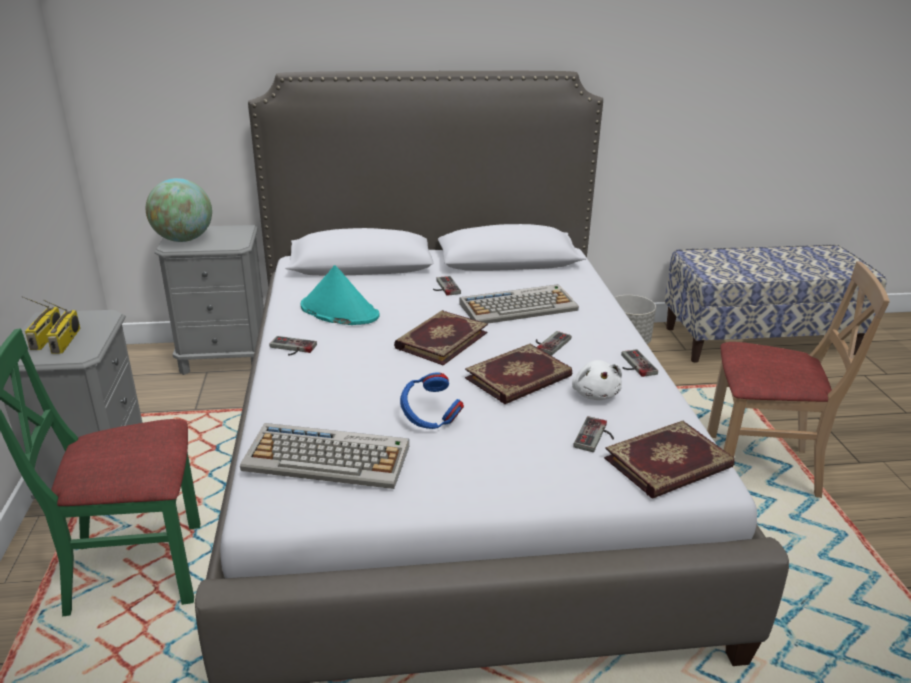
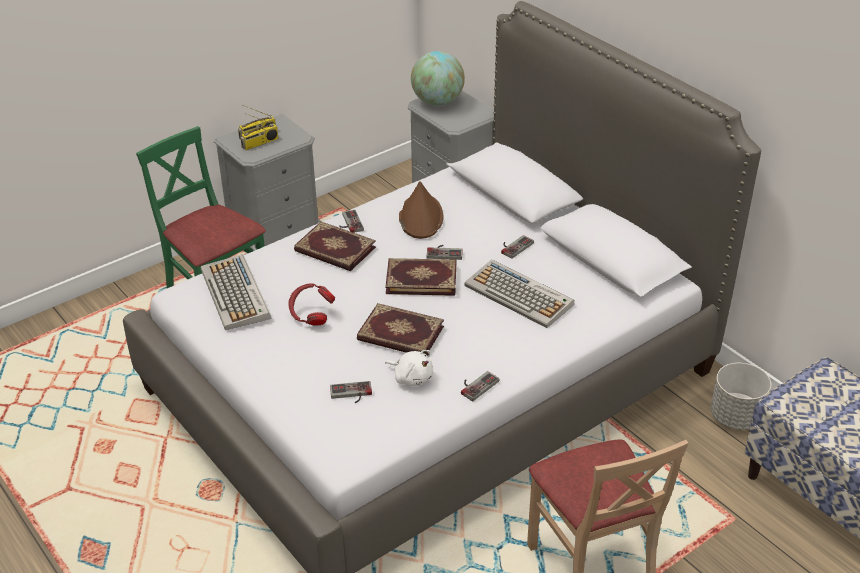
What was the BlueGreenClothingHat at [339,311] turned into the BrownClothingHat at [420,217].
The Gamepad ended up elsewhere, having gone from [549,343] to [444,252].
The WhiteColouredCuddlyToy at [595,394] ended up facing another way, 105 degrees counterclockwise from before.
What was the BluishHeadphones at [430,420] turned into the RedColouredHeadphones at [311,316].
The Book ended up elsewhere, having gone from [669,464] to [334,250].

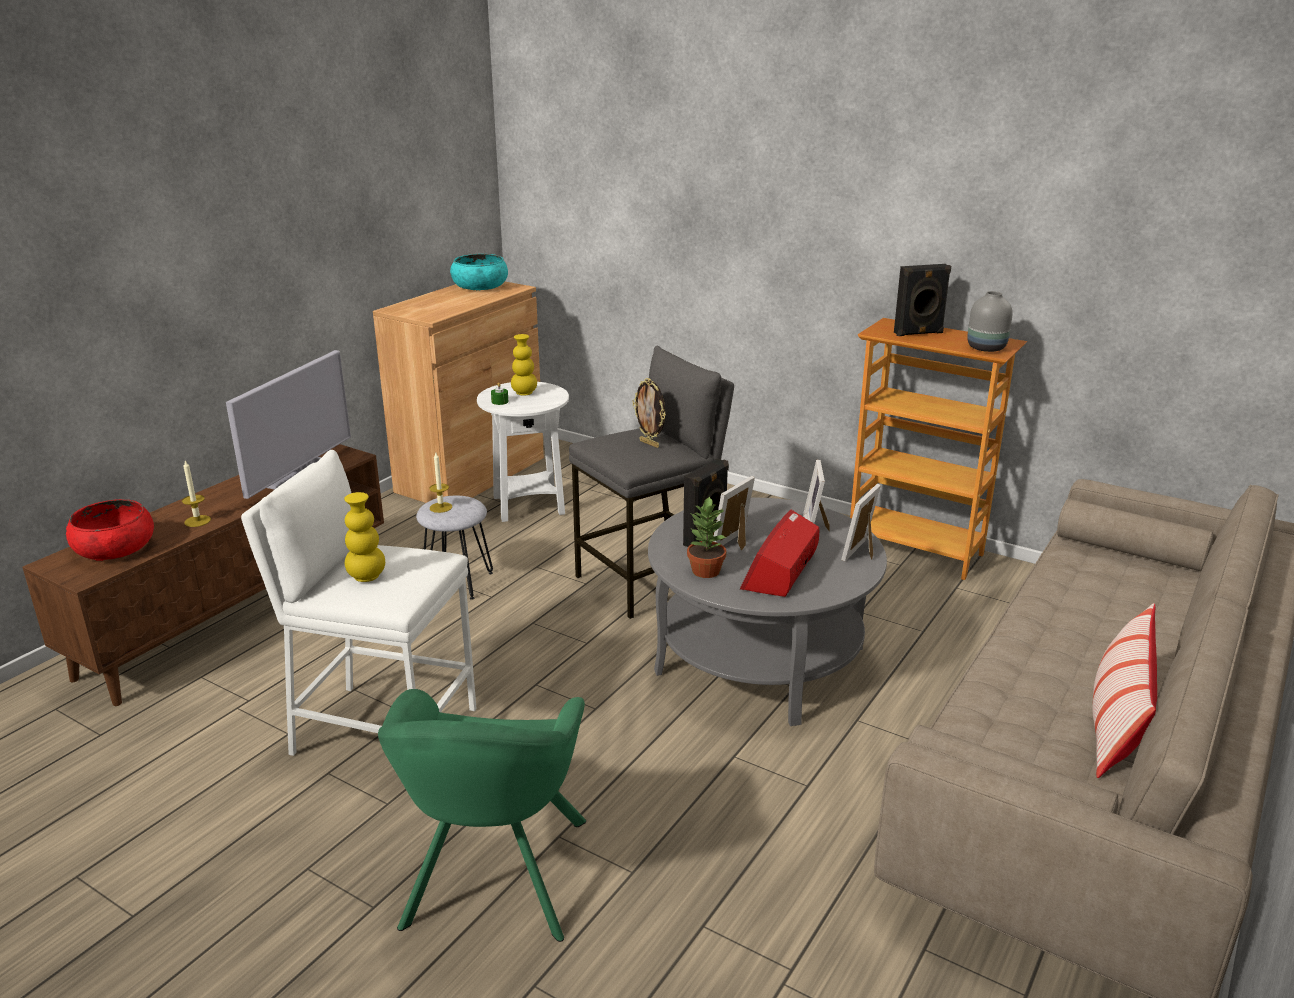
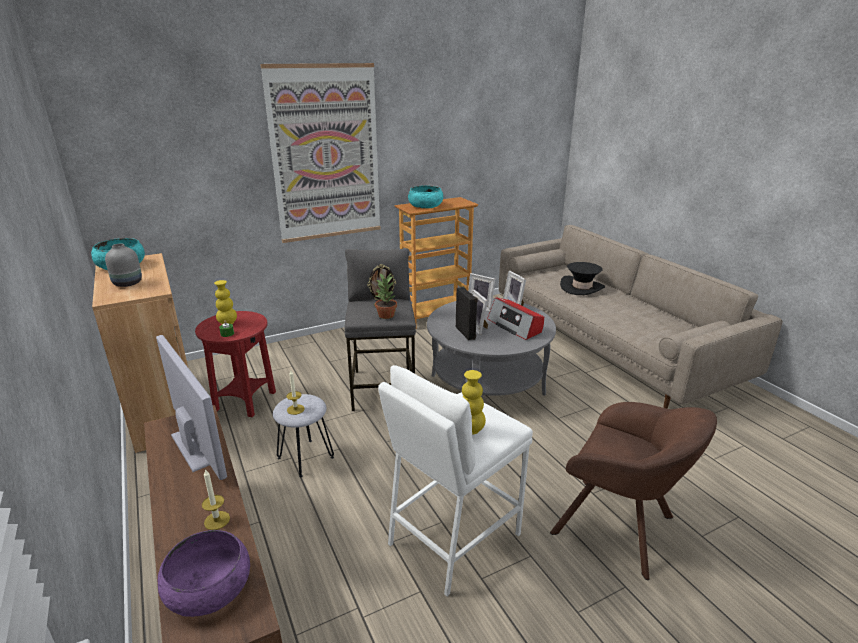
Where the BlackishLoudspeaker stood at [919,333], the BlueGreenBowl came to stand at [425,206].
The GrayDecorativeVase ended up elsewhere, having gone from [986,348] to [128,283].
What was the WhiteColouredAccentTable at [529,506] turned into the RedColouredAccentTable at [245,401].
The PlantInAPot ended up elsewhere, having gone from [705,571] to [386,315].
What was the RedColouredBowl at [115,548] turned into the PurplishBowl at [209,587].
The second view lost the Cushion at [1116,722].
What was the GreenishEasyChair at [494,880] turned into the BrownEasyChair at [619,528].
The second view gained the WallArt at [326,155].
The second view gained the BlackishClothingHat at [582,288].

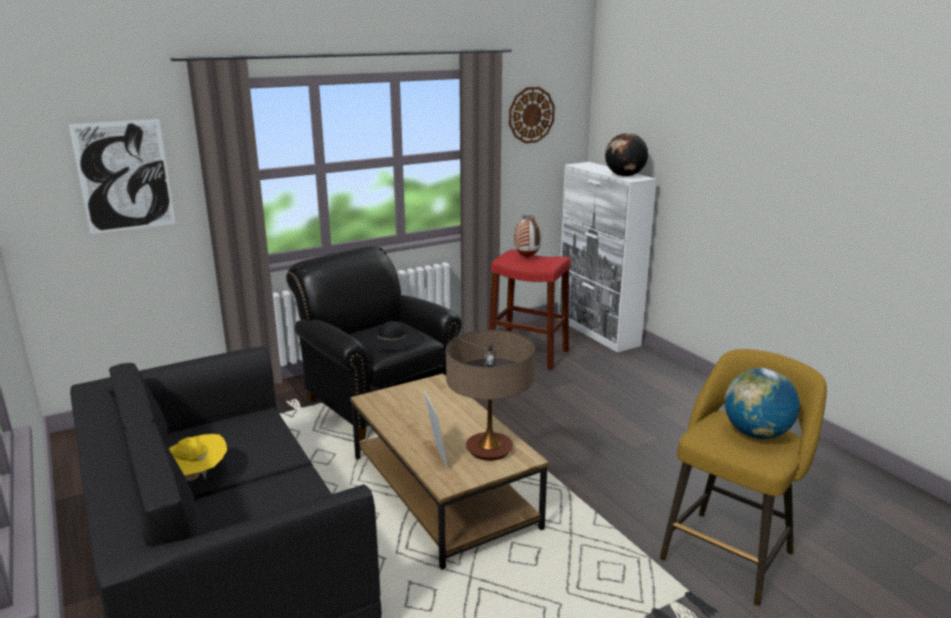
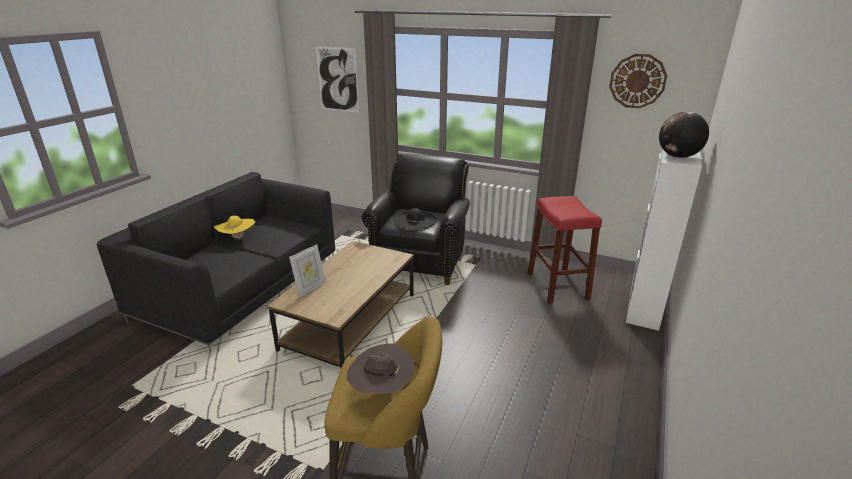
The second view lost the DecorativeVase at [526,257].
The second view lost the LampForATable at [489,449].
Where the DeskGlobe stood at [756,434], the BrownClothingHat came to stand at [381,390].

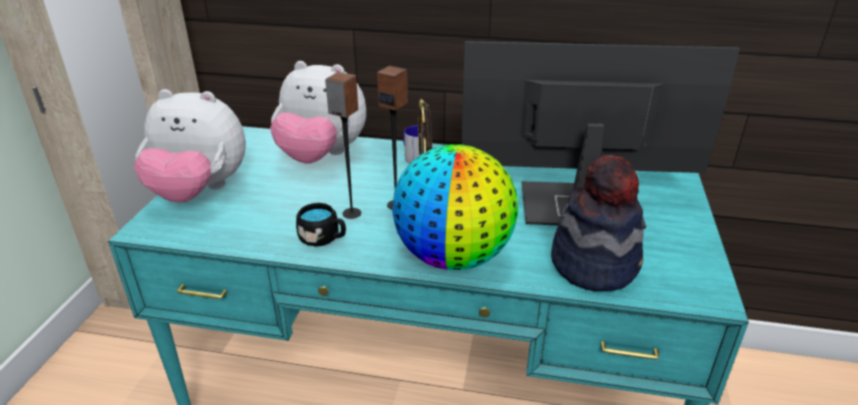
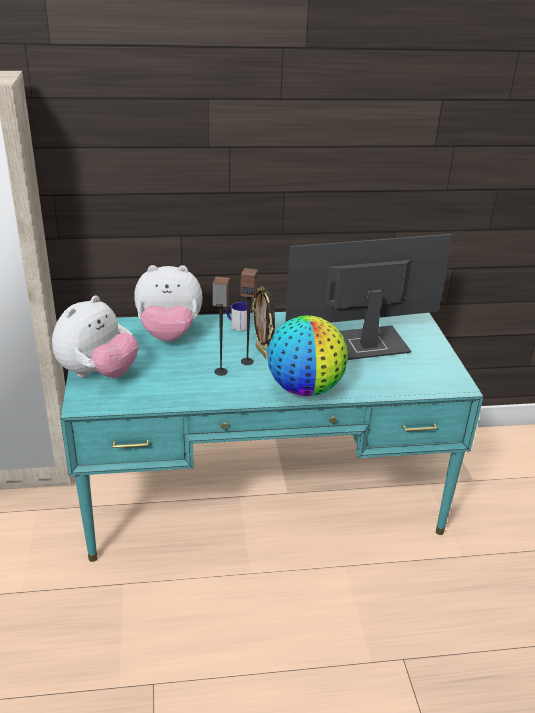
The CuddlyToy at [199,191] ended up facing another way, 45 degrees counterclockwise from before.
The second view lost the ClothingHat at [594,264].
The second view lost the BlackishCoffeeMug at [323,238].

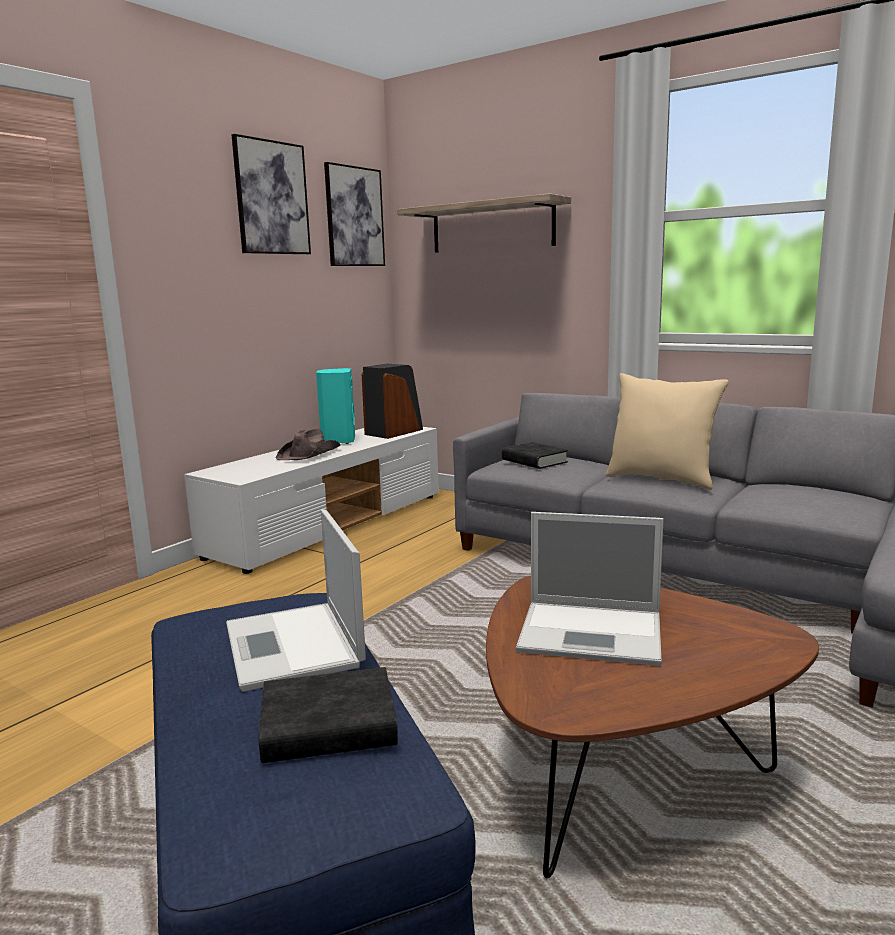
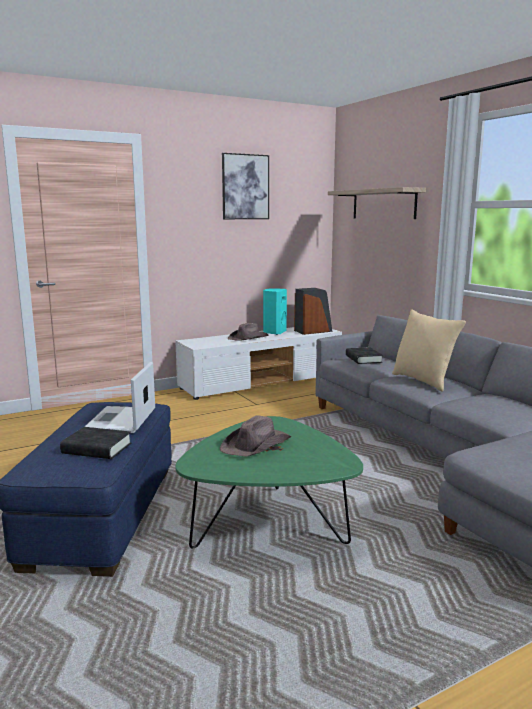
The second view lost the WallArt at [354,217].
Where the Laptop stood at [594,633], the BrownClothingHat came to stand at [257,444].
What was the BrownCoffeeTable at [620,778] turned into the GreenishCoffeeTable at [269,525].

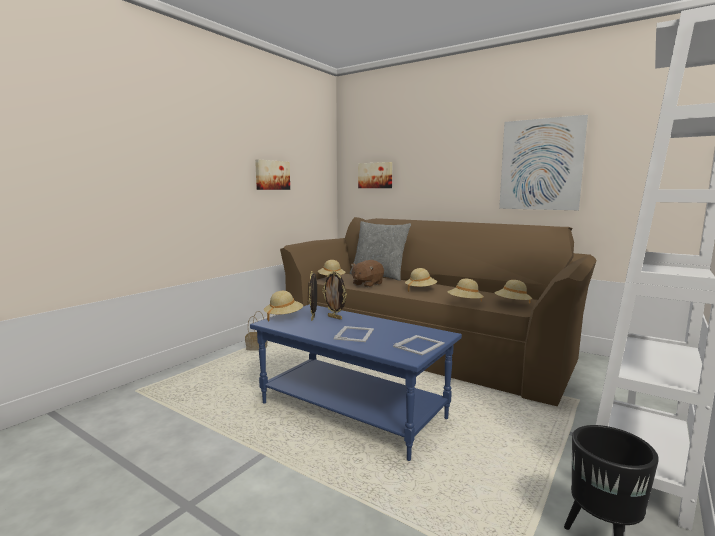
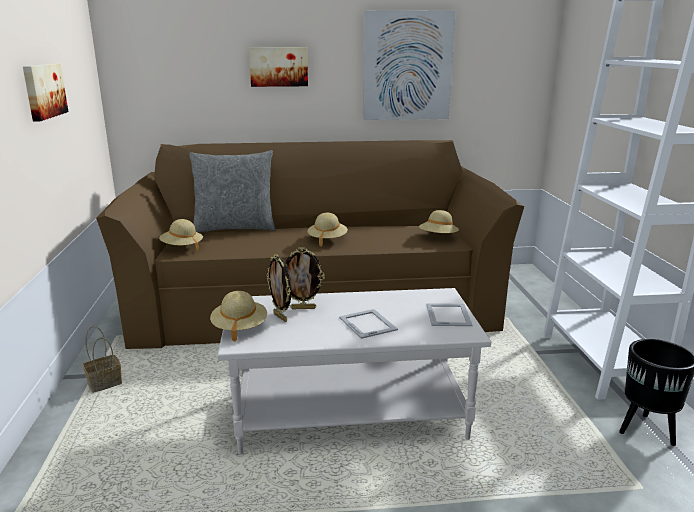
The WallArt ended up elsewhere, having gone from [375,175] to [278,66].
The second view lost the BrownCuddlyToy at [367,284].
The second view lost the BeigeColouredClothingHat at [465,303].
What was the BluishCoffeeTable at [353,410] turned into the WhiteColouredCoffeeTable at [351,412].

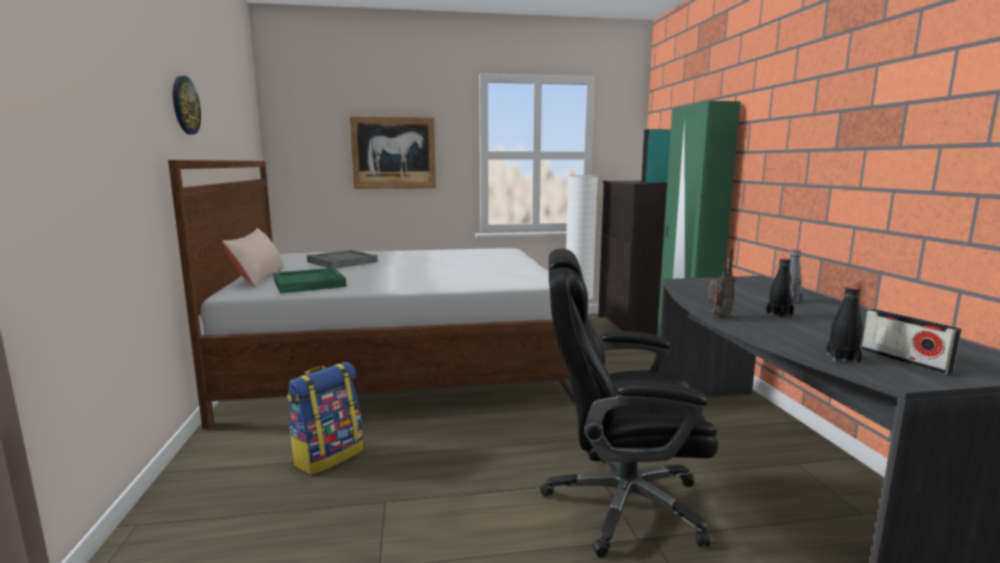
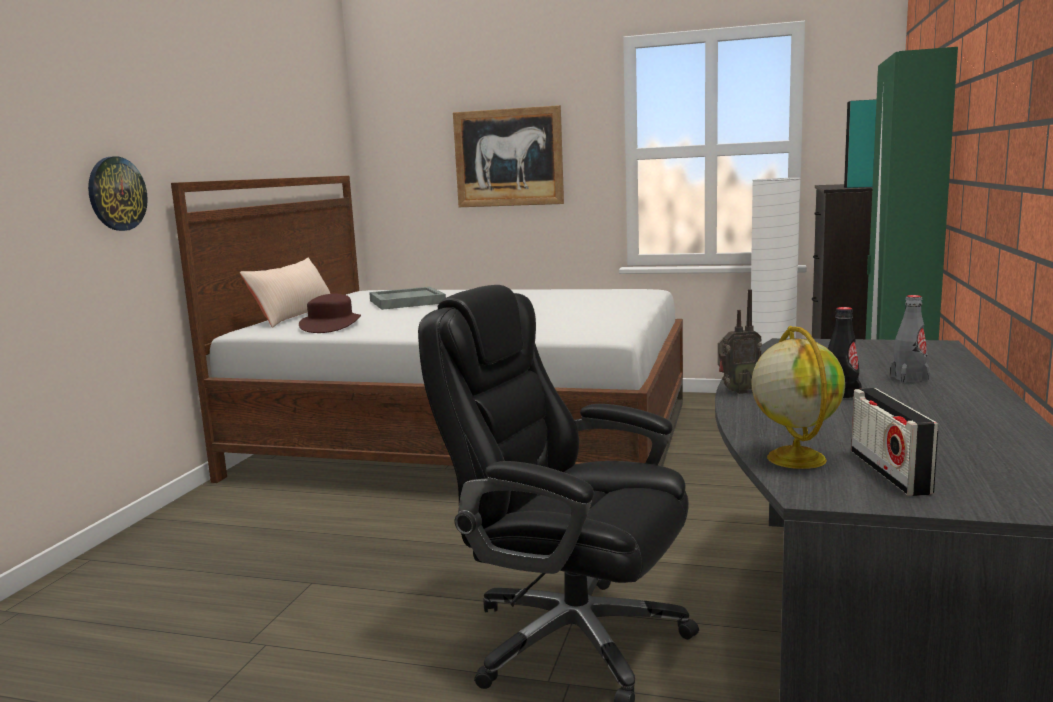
The HangingClock ended up elsewhere, having gone from [185,105] to [116,194].
Where the GreenishCarryingTray stood at [310,283], the BrownClothingHat came to stand at [331,325].
Where the BlackishBottle stood at [842,358], the DeskGlobe came to stand at [795,458].
The second view lost the Rucksack at [328,456].

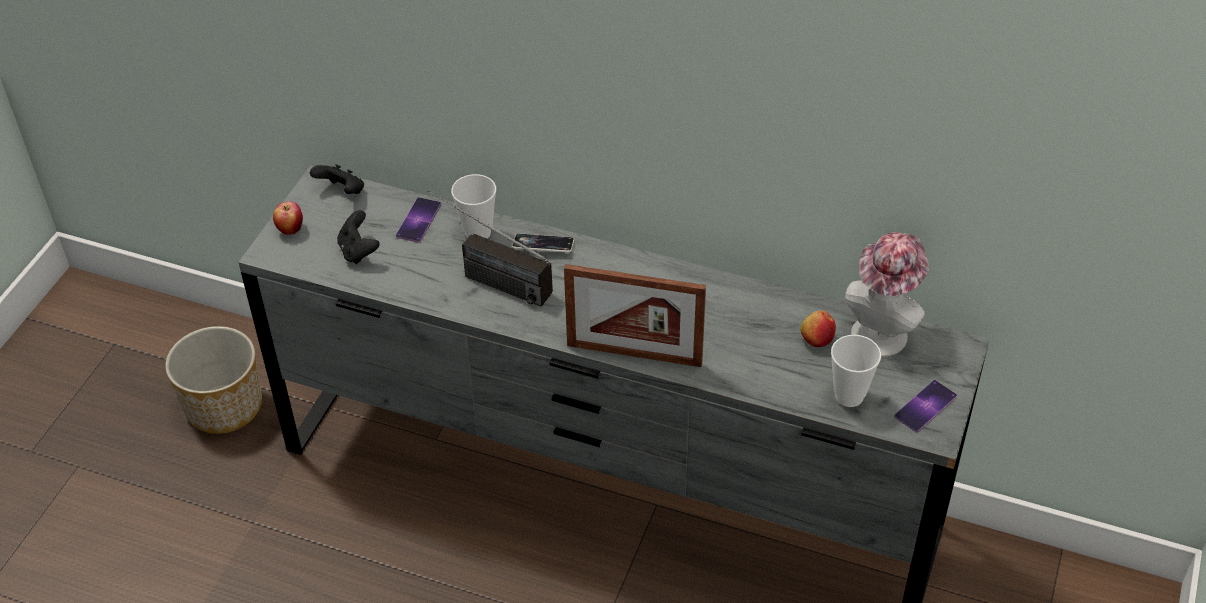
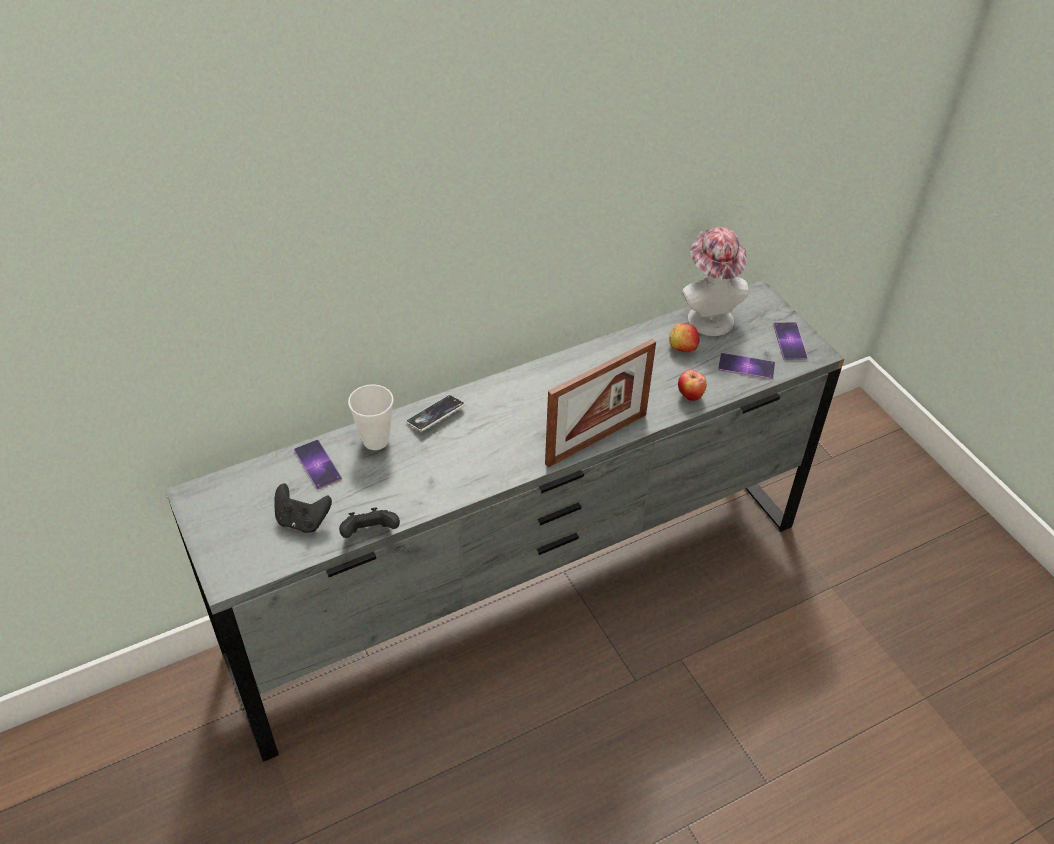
The BlackishGamepad ended up elsewhere, having gone from [342,192] to [370,534].
The second view lost the RadioSet at [486,278].
The AppleFruit ended up elsewhere, having gone from [290,229] to [690,396].
The second view lost the FlowerPot at [223,406].
Where the SmallCup stood at [849,396], the Phone came to stand at [746,366].

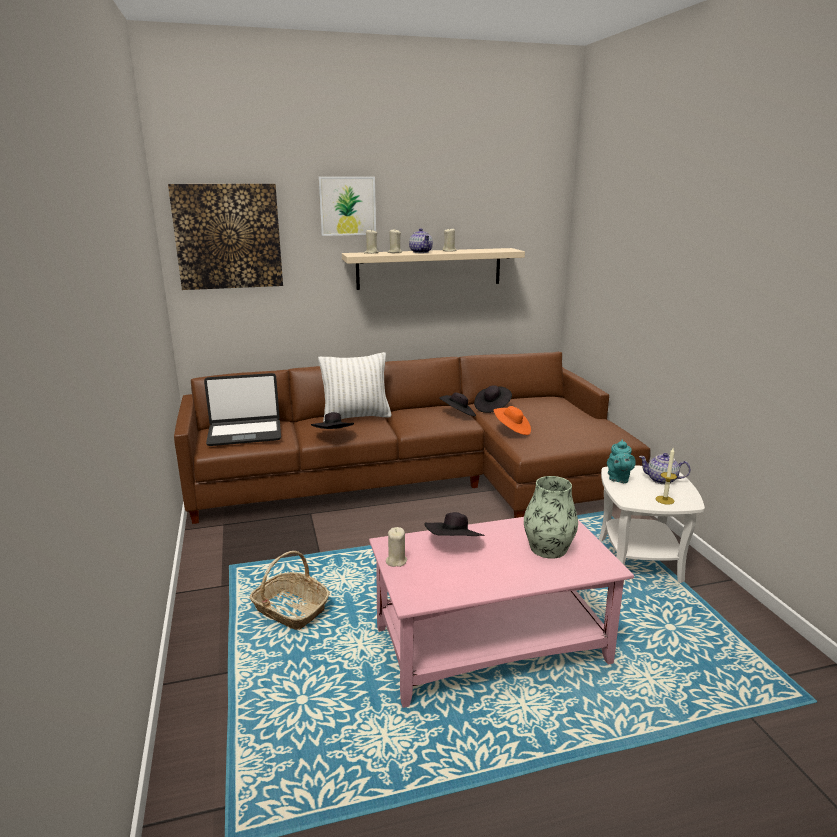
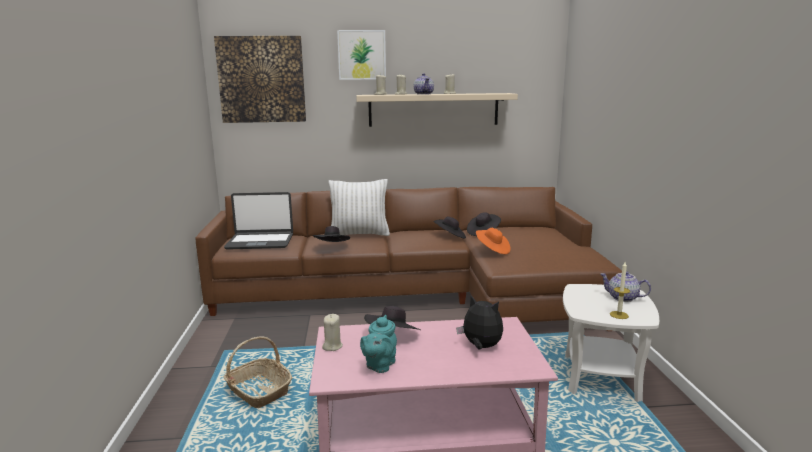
The BlueGreenPotForTea ended up elsewhere, having gone from [618,479] to [379,365].
Where the DecorativeVase stood at [548,548], the CuddlyToy came to stand at [481,347].

